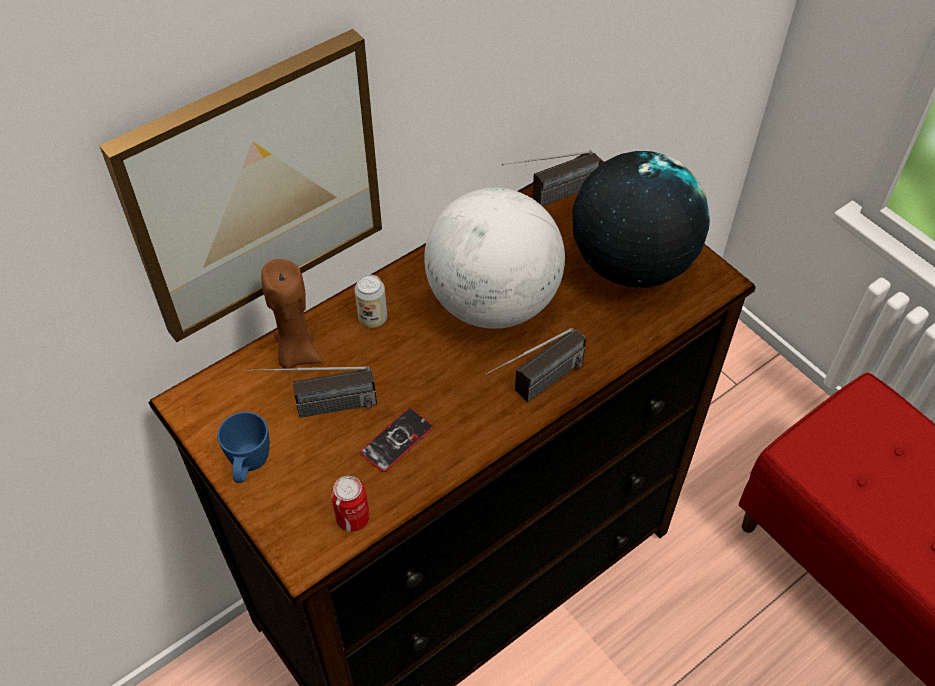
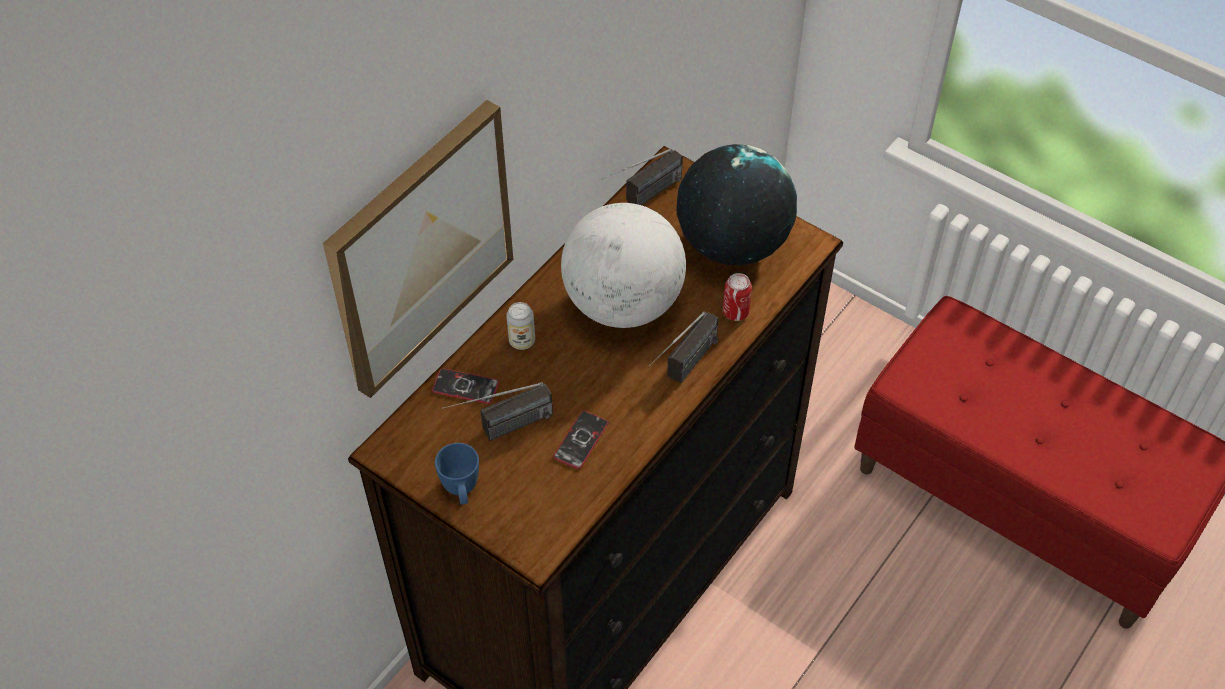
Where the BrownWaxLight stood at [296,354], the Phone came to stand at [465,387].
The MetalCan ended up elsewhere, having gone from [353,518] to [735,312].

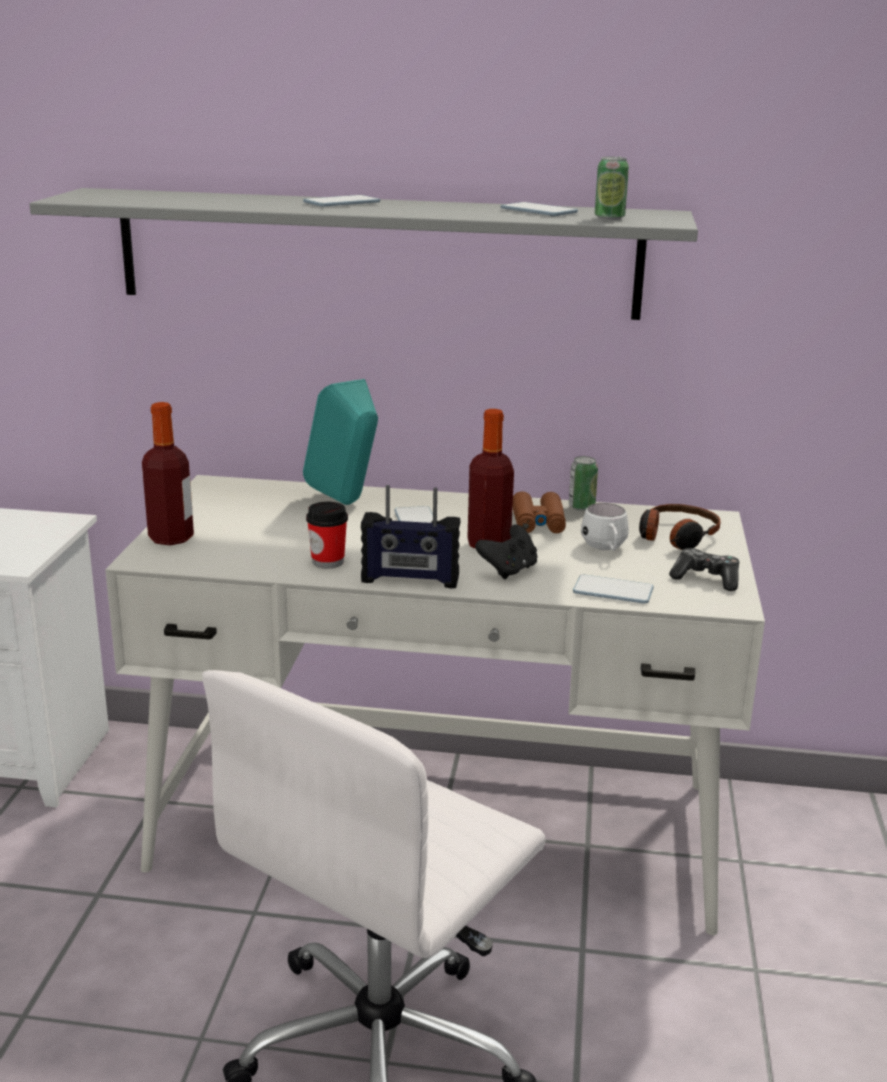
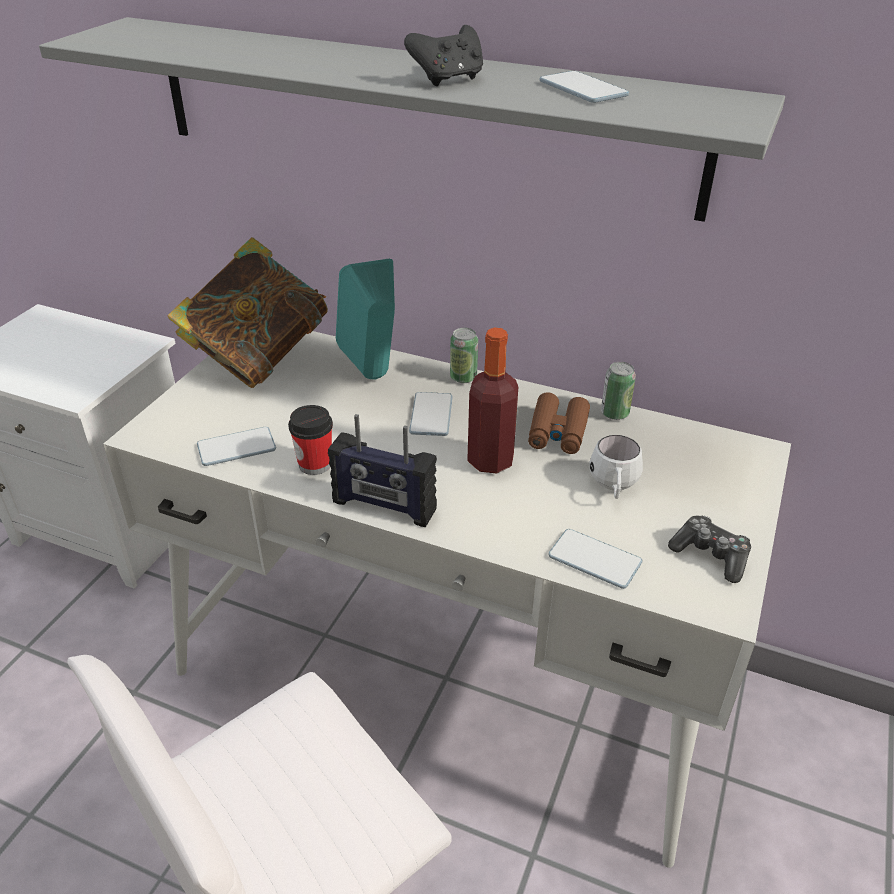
The MetalCan ended up elsewhere, having gone from [609,218] to [463,377].
The Phone ended up elsewhere, having gone from [341,203] to [236,448].
The second view lost the Bottle at [171,538].
The second view lost the Headphones at [676,537].
The BlackishGamepad ended up elsewhere, having gone from [509,570] to [448,80].
The second view gained the Book at [258,358].

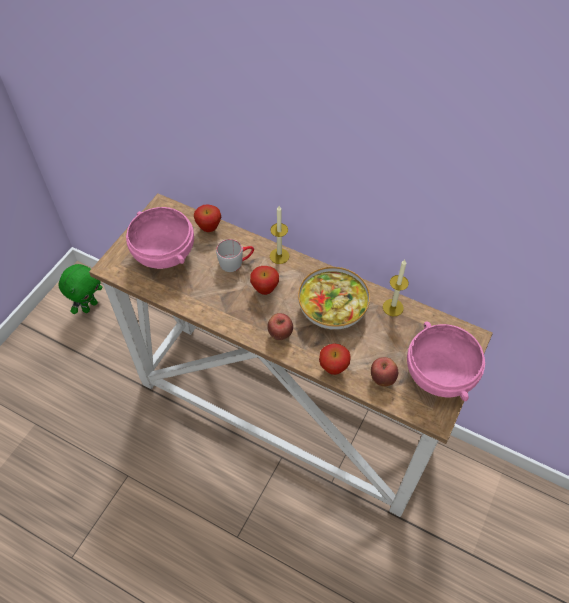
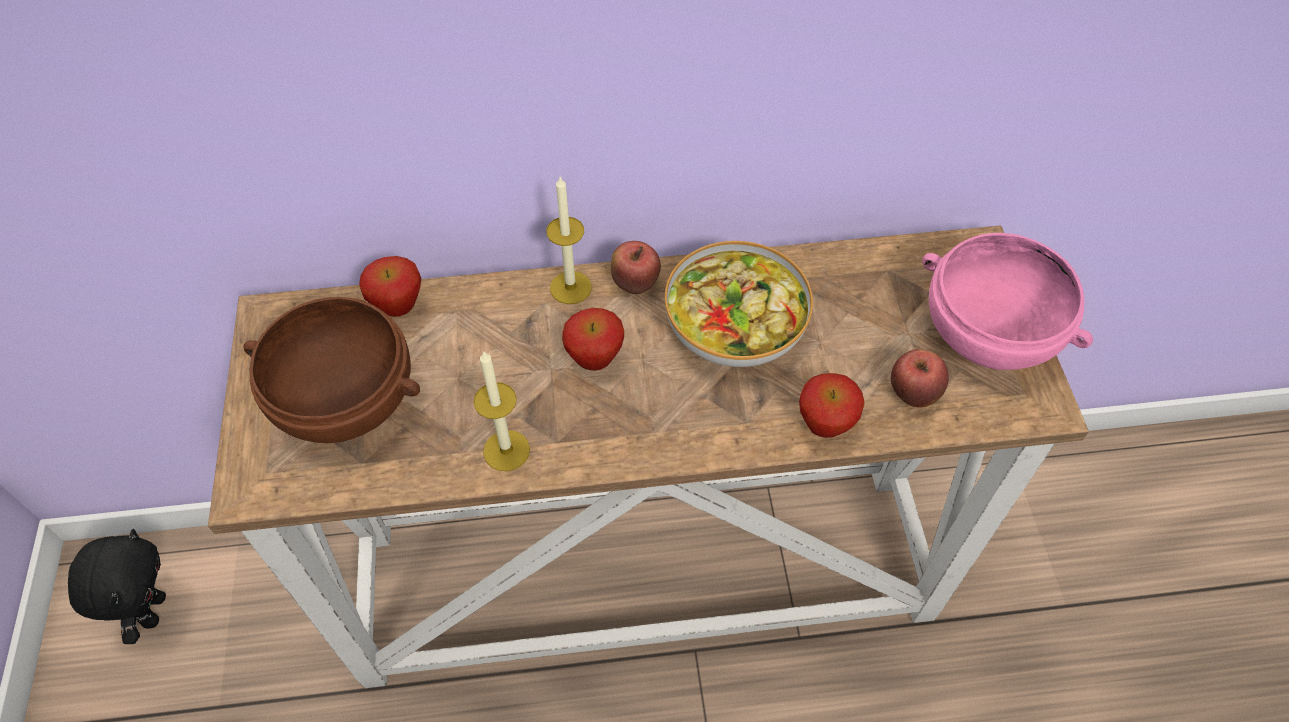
What was the PinkColouredBowl at [165,253] turned into the BrownBowl at [348,400].
The second view lost the GrayCoffeeMug at [236,262].
The WaxLight ended up elsewhere, having gone from [393,307] to [506,450].
What was the GreenishCuddlyToy at [89,306] turned into the BlackishCuddlyToy at [152,610].
The AppleFruit ended up elsewhere, having gone from [280,334] to [635,284].

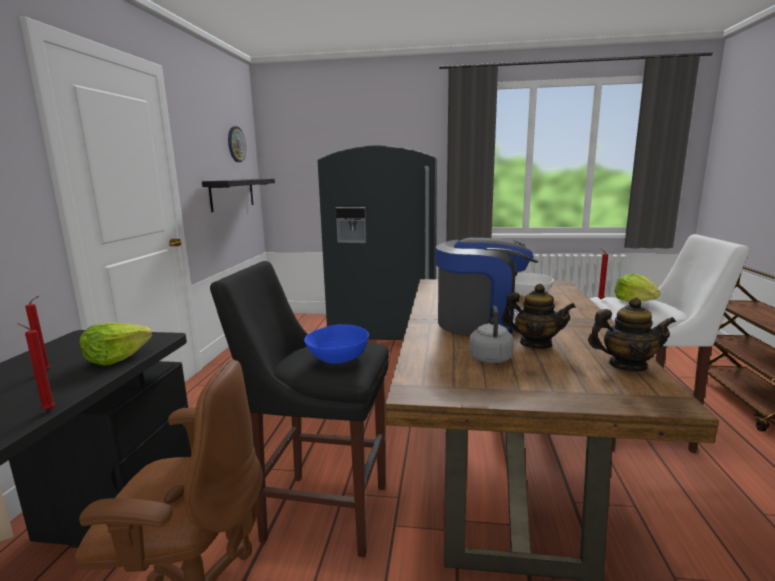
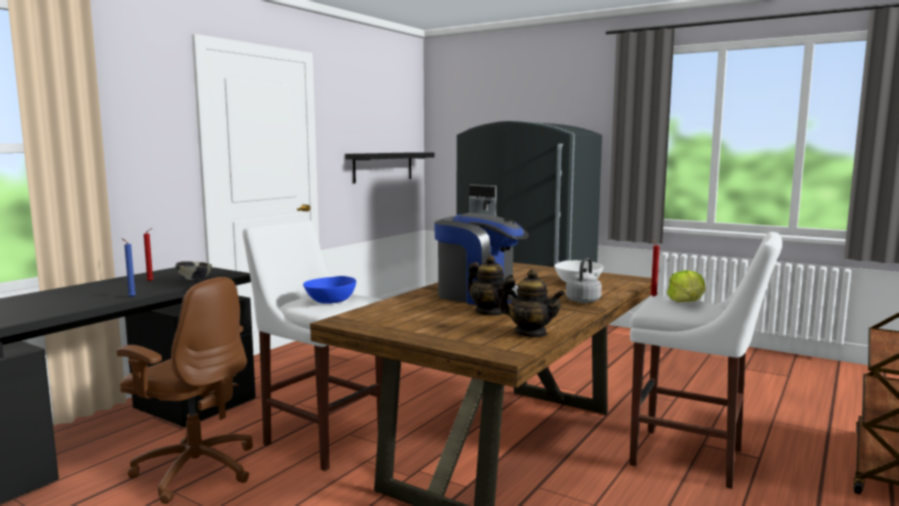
The second view lost the HangingClock at [236,144].
What was the BlackishStoolSeat at [320,510] turned into the WhiteColouredStoolSeat at [321,439].
The GrayTeaKettle ended up elsewhere, having gone from [490,357] to [584,300].
What was the RedColouredWaxLight at [47,410] turned into the BluishWaxLight at [131,297].
Where the Lettuce stood at [116,358], the Bowl came to stand at [194,280].

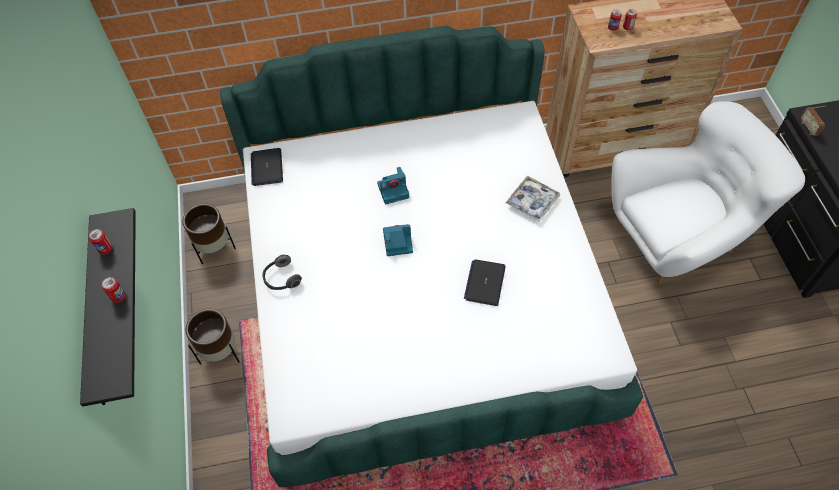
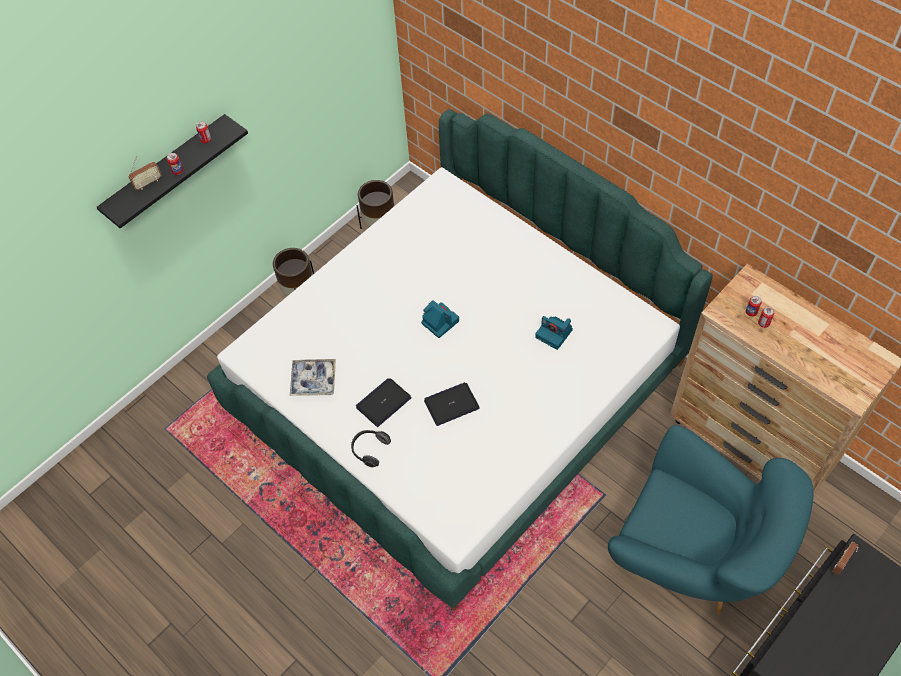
What was the WhiteColouredEasyChair at [678,238] turned into the BlueGreenEasyChair at [691,557].
The Laptop ended up elsewhere, having gone from [267,167] to [383,402].
The StillCamera ended up elsewhere, having gone from [393,190] to [554,334].
The CarryingTray ended up elsewhere, having gone from [532,202] to [313,380].
The Headphones ended up elsewhere, having gone from [281,279] to [369,450].
The second view gained the RadioSet at [148,183].

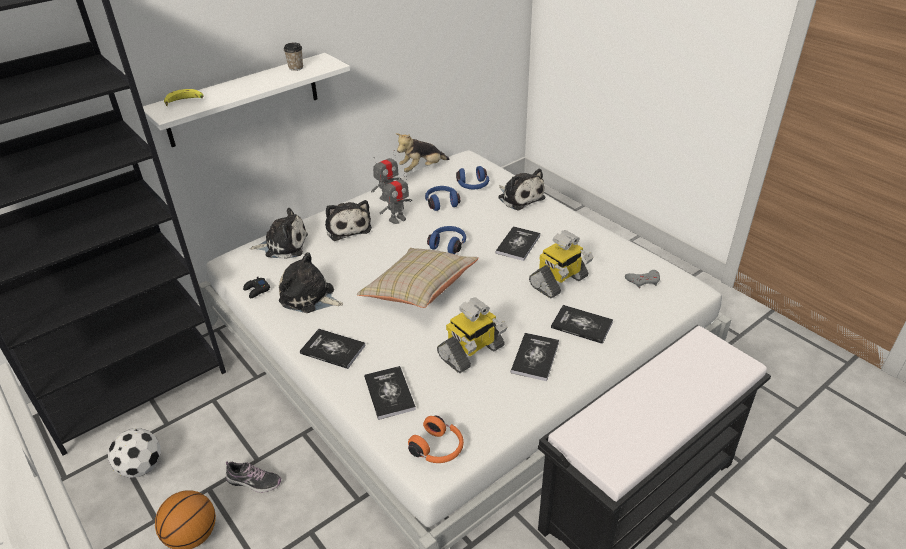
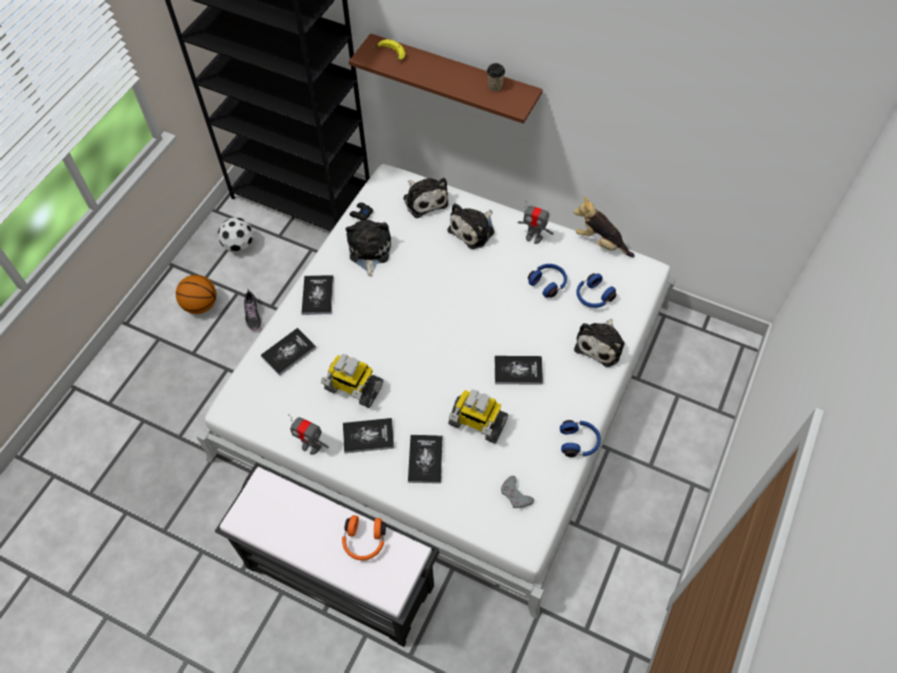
What was the WhiteColouredWallShelf at [243,100] turned into the BrownWallShelf at [454,77].
The ToyRobot ended up elsewhere, having gone from [397,219] to [311,446].
The BluishHeadphones ended up elsewhere, having gone from [448,245] to [579,442].
The second view lost the BeigeColouredCushion at [419,291].
The OrangeHeadphones ended up elsewhere, having gone from [438,449] to [364,541].

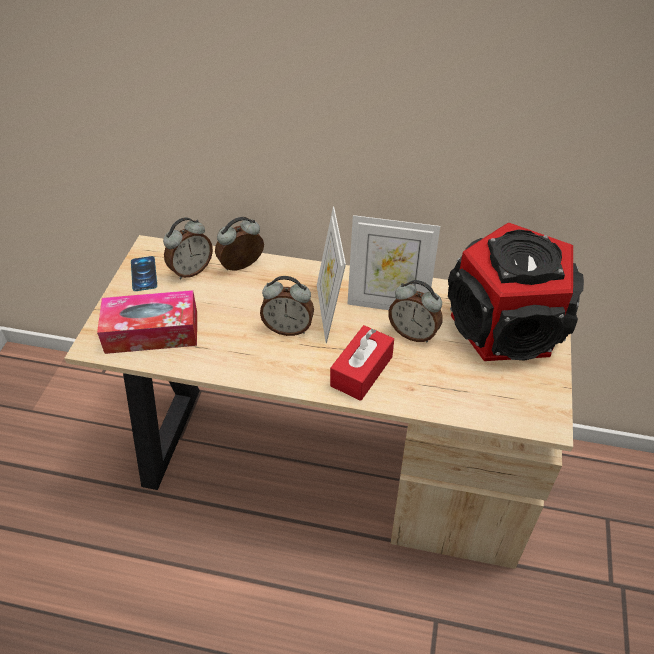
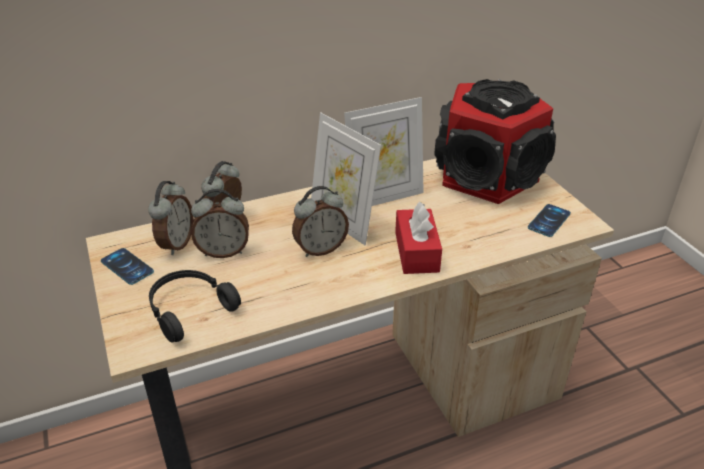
The BedsideClock ended up elsewhere, having gone from [413,333] to [223,251].
Where the TissueHolder stood at [152,332], the BlackishHeadphones came to stand at [189,309].
The second view gained the Phone at [549,220].

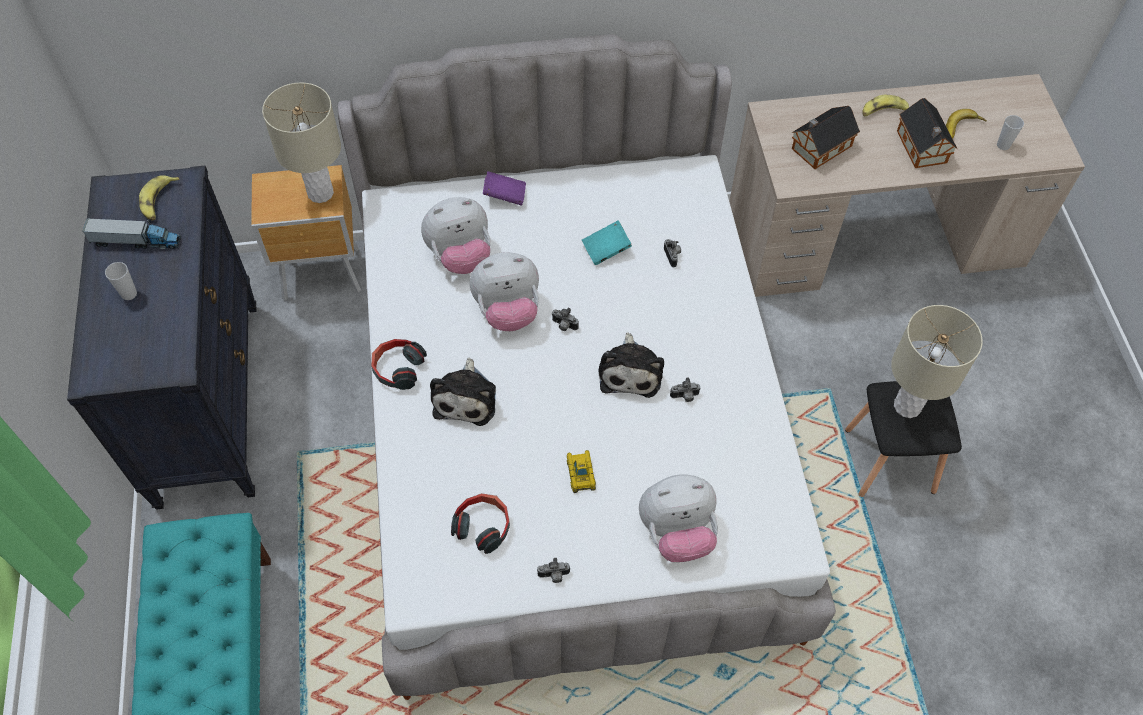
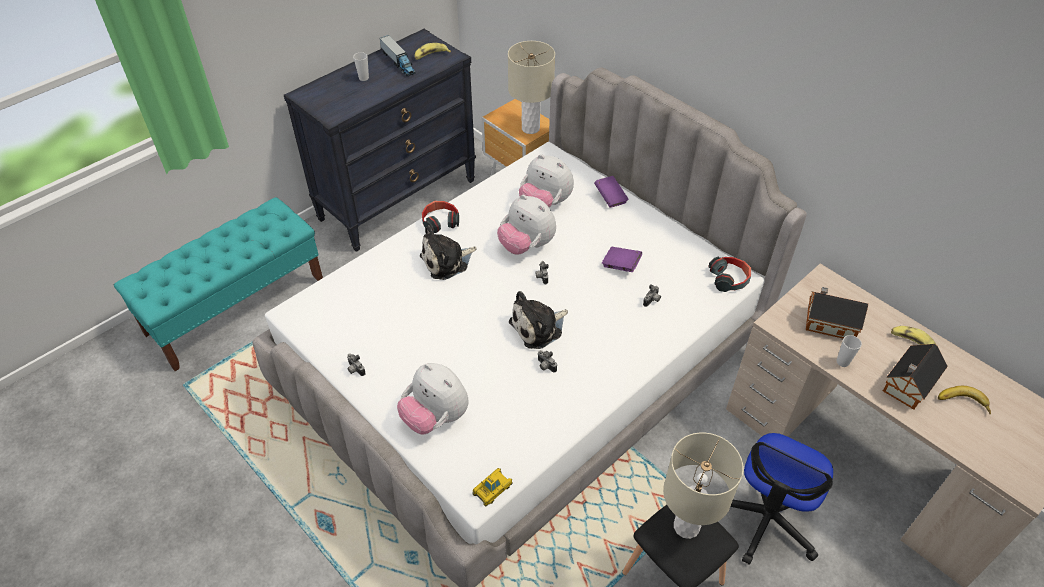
The SmallCup ended up elsewhere, having gone from [1003,145] to [842,362].
What was the BlueGreenBook at [606,250] turned into the PurplishBook at [621,265].
The ToyCar ended up elsewhere, having gone from [581,473] to [492,489].
The Headphones ended up elsewhere, having gone from [483,526] to [729,279].
The second view gained the ComputerChair at [766,519].

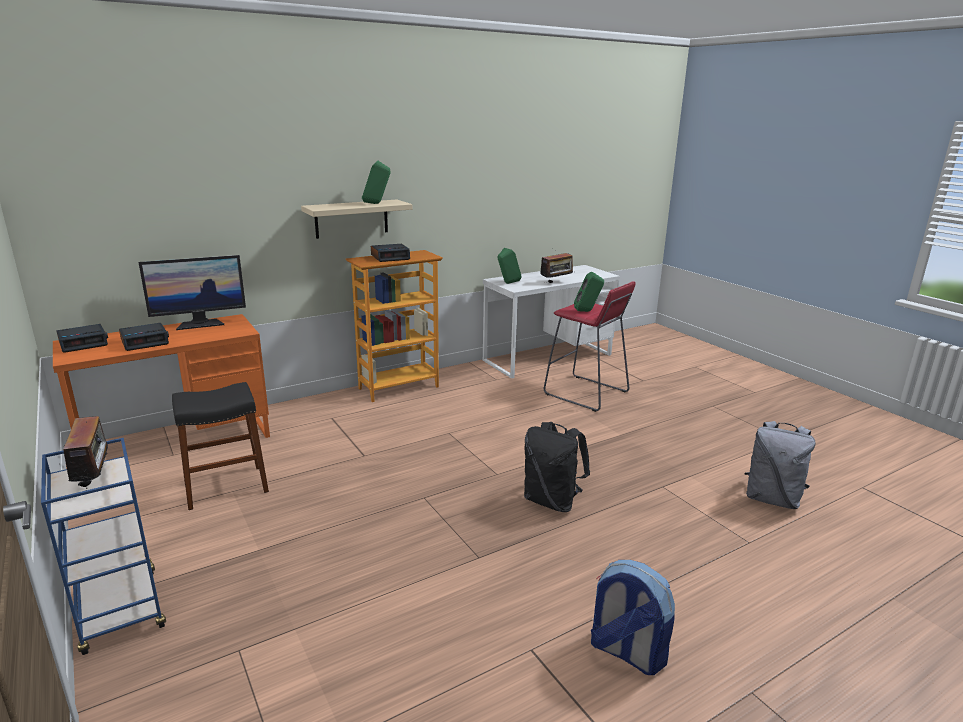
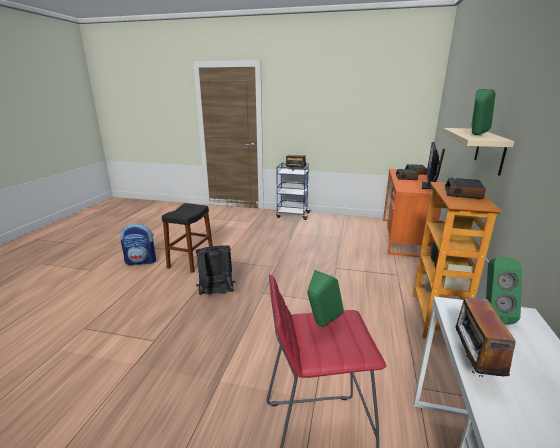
The BlackishStoolSeat ended up elsewhere, having gone from [226,487] to [191,261].
The second view lost the GrayRucksack at [772,499].

